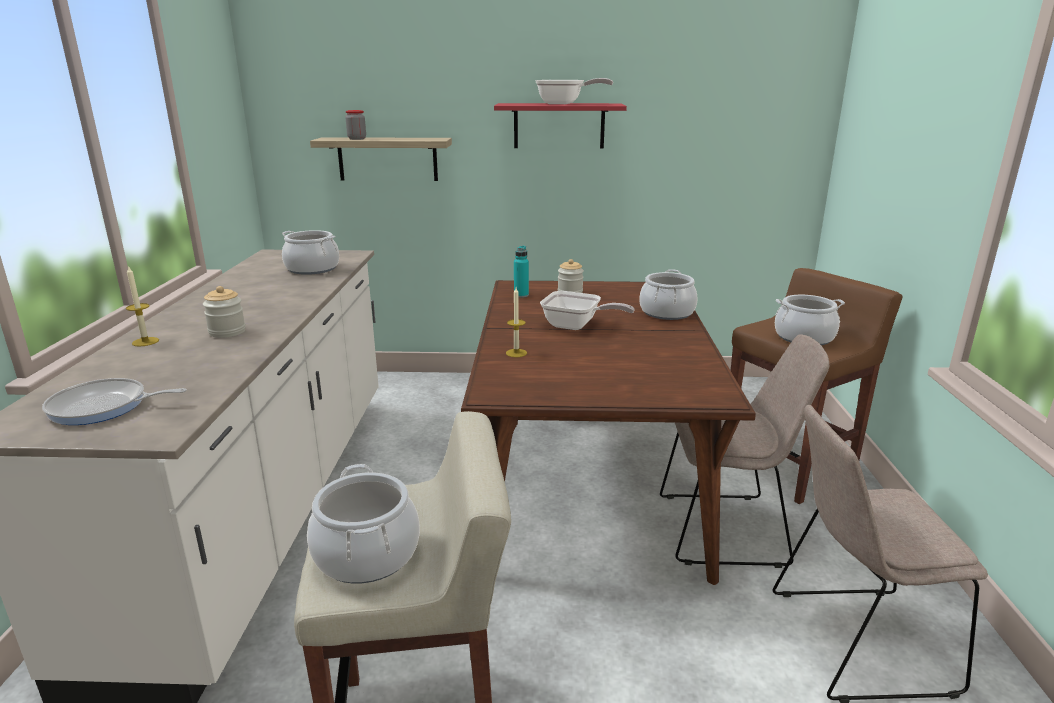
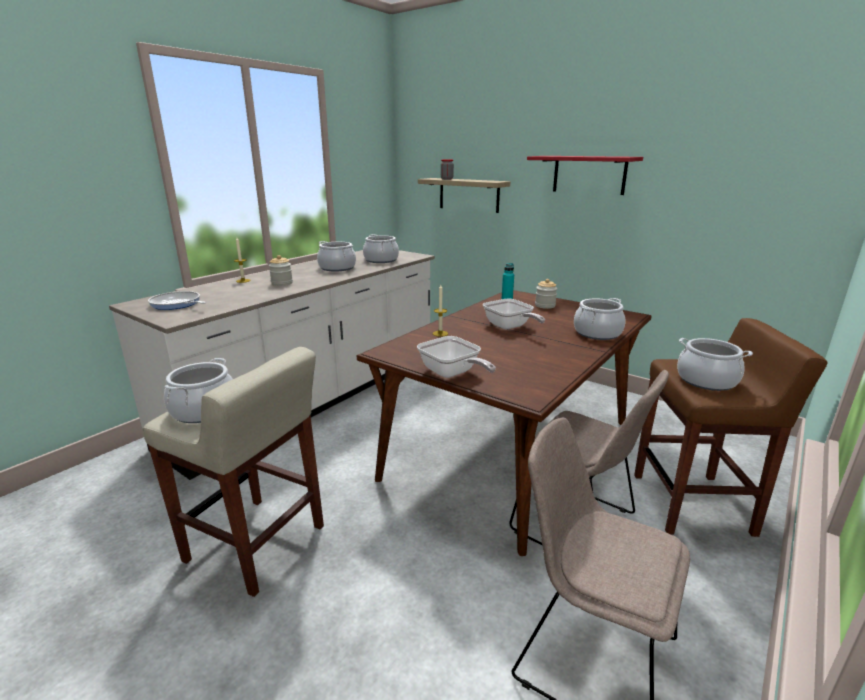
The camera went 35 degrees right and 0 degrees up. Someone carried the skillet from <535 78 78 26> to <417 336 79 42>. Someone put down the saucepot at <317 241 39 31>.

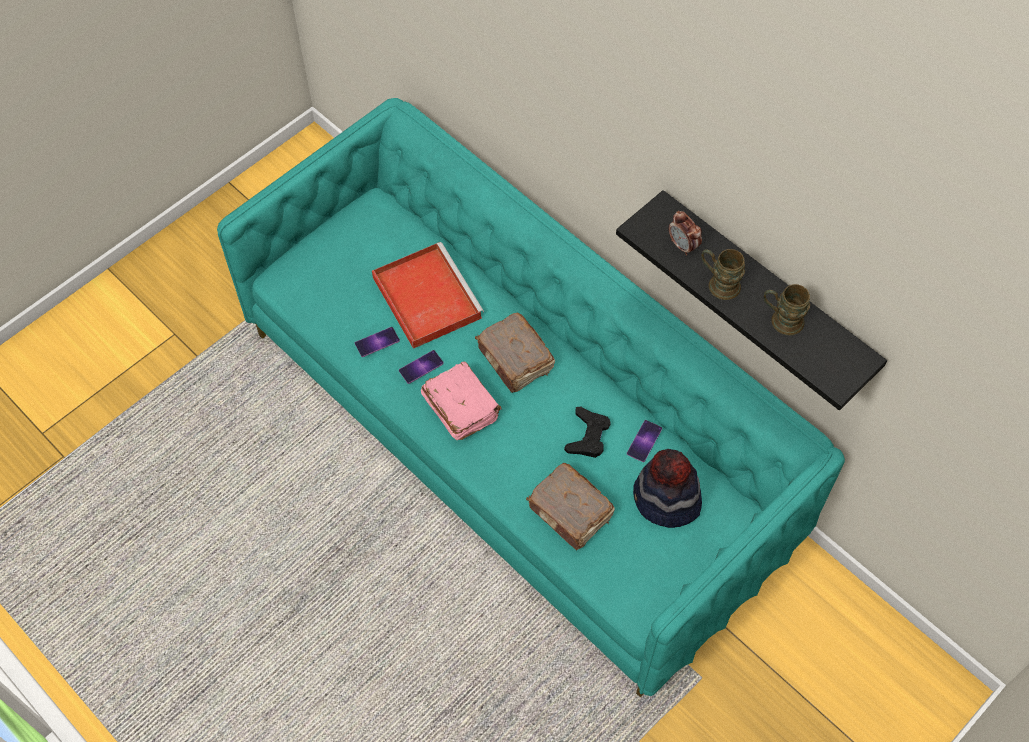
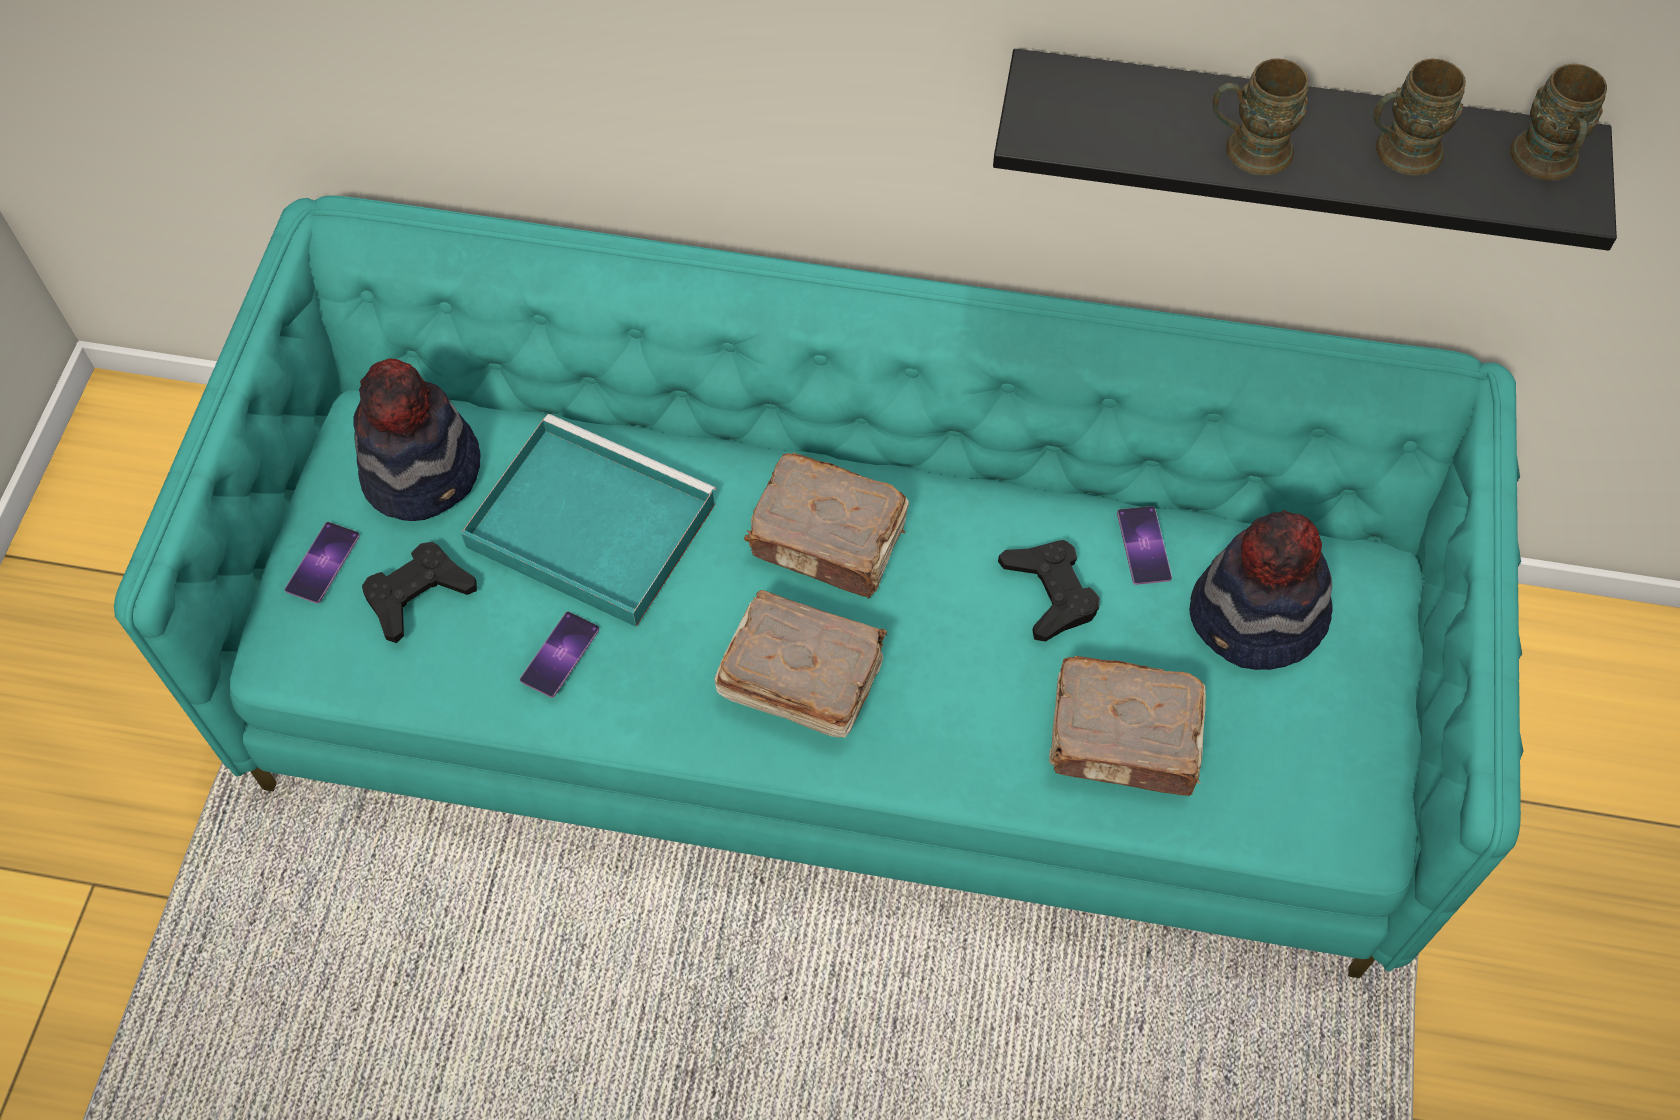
The camera went 35 degrees left and 0 degrees up. Someone repainted the tray in red at <372 242 112 107>, which became the tray in turquoise-coloured at <461 414 256 213>. Someone carried the handset from <399 350 45 34> to <285 522 75 82>. Someone repainted the book in pink at <421 362 81 78>, which became the book in brown at <714 590 173 148>. Someone took away the alarm clock at <669 211 33 45>. Someone put down the wearable hat at <353 358 128 163>. Someone put down the gamepad in blackish at <362 542 115 101>. Someone put down the tea mug in brown at <1510 64 97 117>.

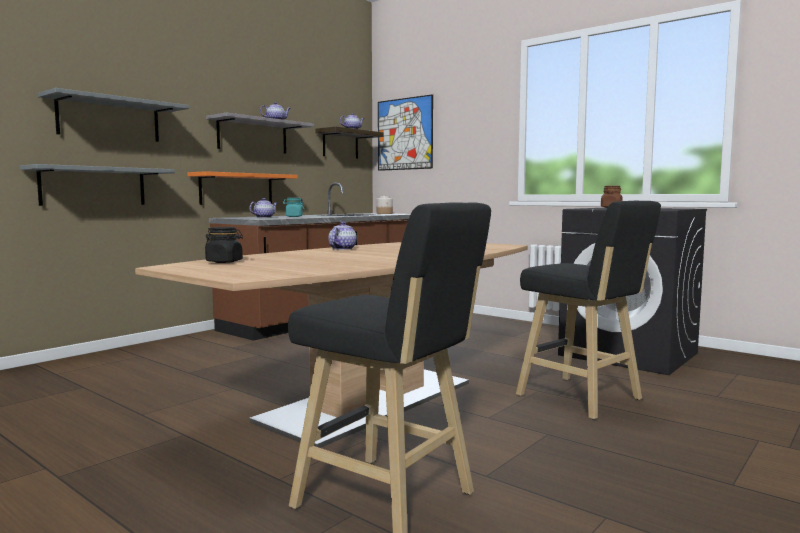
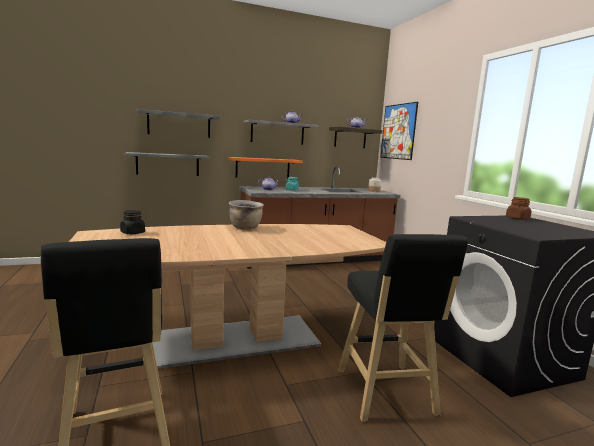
The camera went 30 degrees right and 5 degrees up. Someone swapped the tea pot at <328 221 29 29> for the saucepot in brown at <229 200 35 30>.

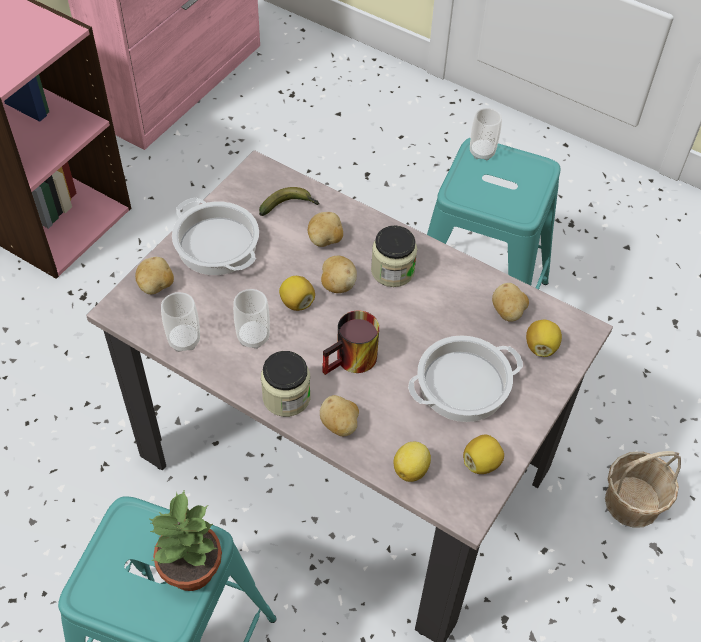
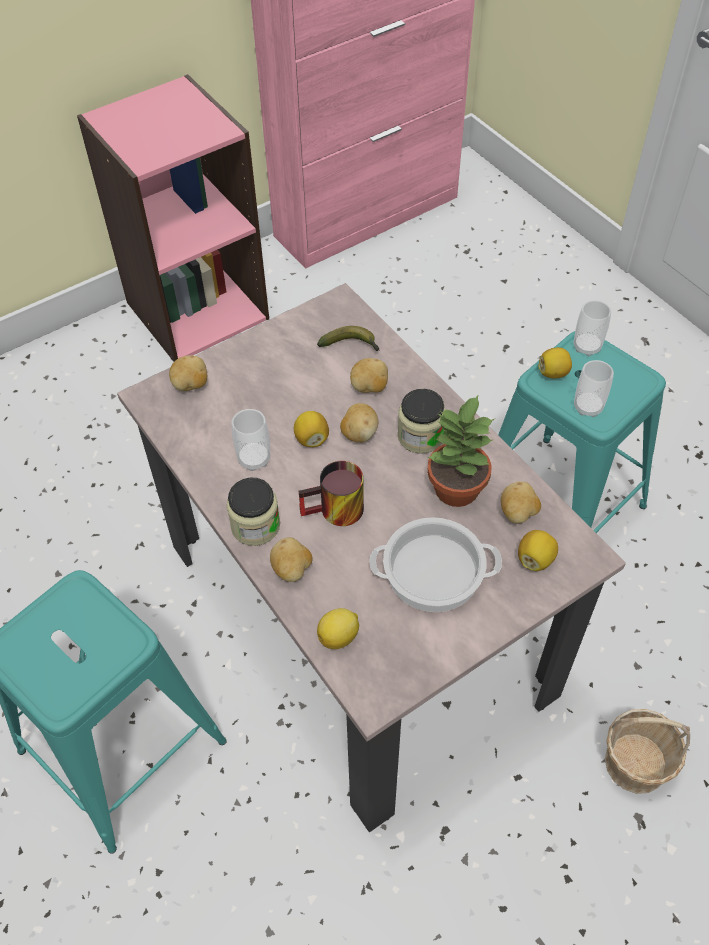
The camera went 25 degrees right and 0 degrees up. Someone carried the potted plant from <150 491 72 100> to <427 394 67 113>. Someone carried the cup from <161 292 39 60> to <574 360 40 57>. Someone took away the saucepot at <172 198 87 77>. Someone carried the whole lemon from <463 435 41 39> to <538 347 34 31>.

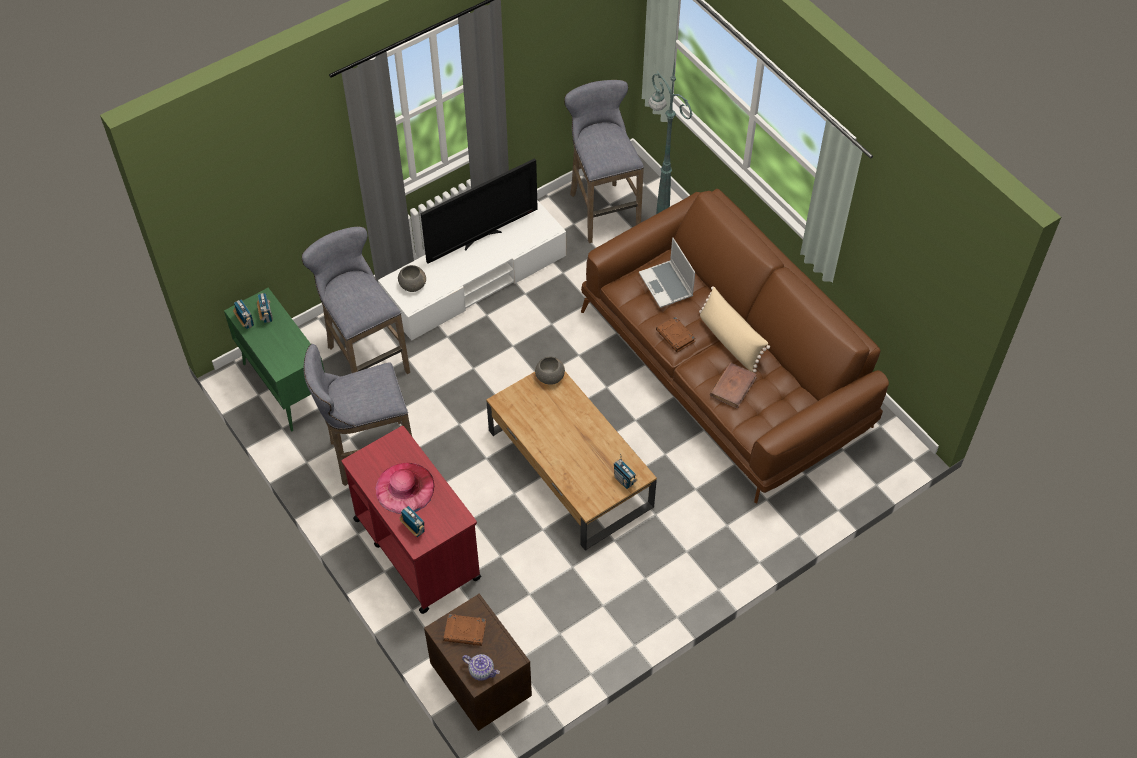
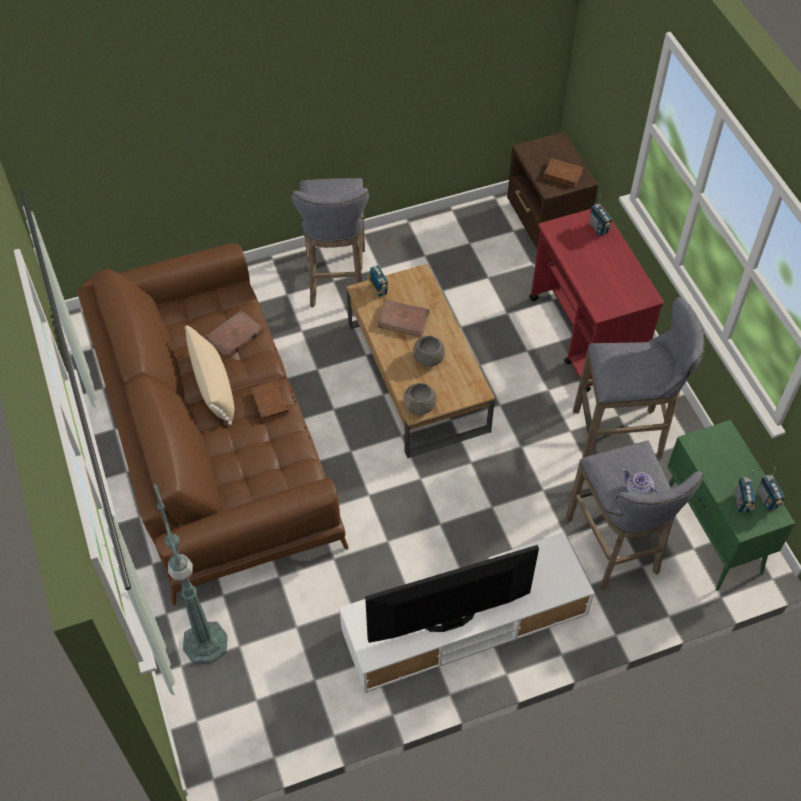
The camera went 165 degrees left and 0 degrees up. Someone took away the wearable hat in pink at <375 463 59 51>. Someone carried the serving bowl in greyish from <398 265 28 27> to <413 336 32 30>. Someone carried the tea pot from <462 654 38 27> to <622 468 37 27>. Someone carried the sitting stool in greyish from <564 80 80 163> to <291 178 78 129>. Someone took away the laptop at <639 237 56 71>. Someone put down the book in brown at <378 300 52 37>.

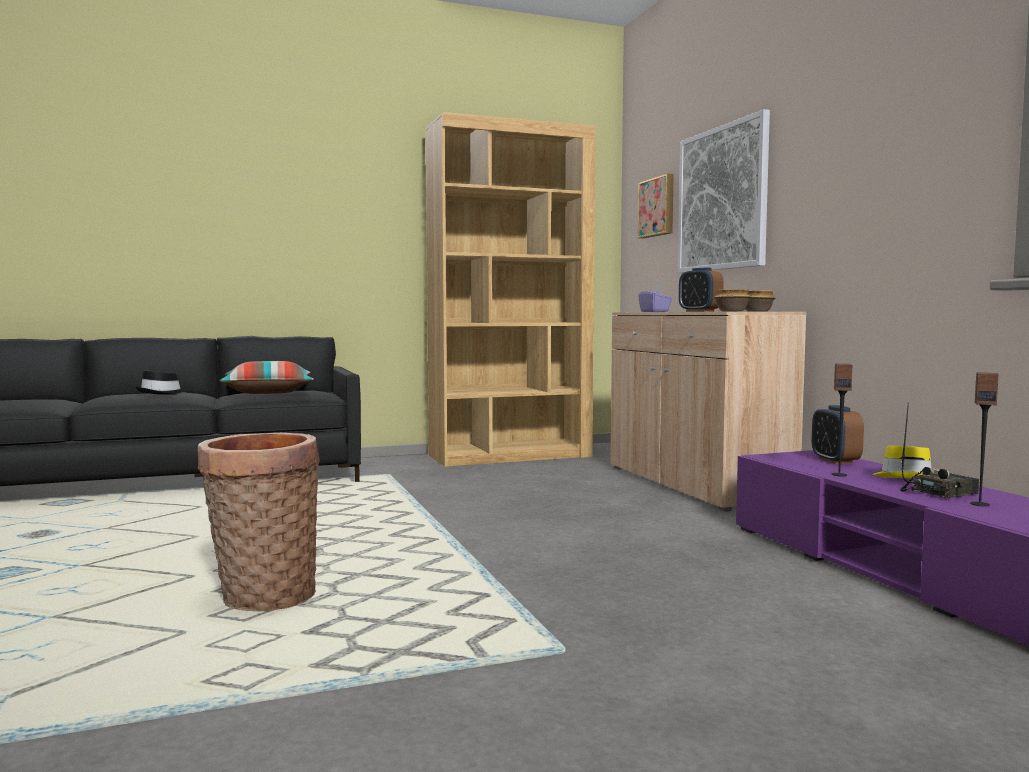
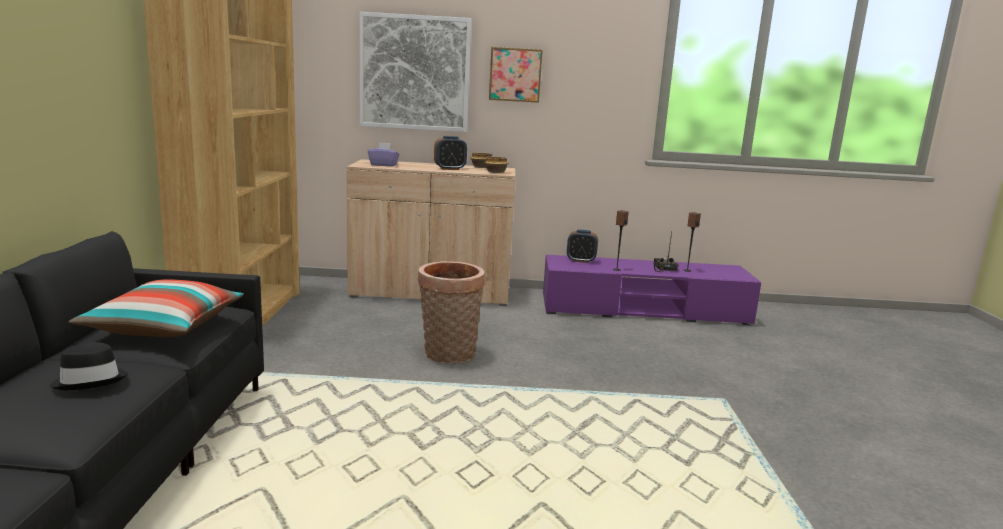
The camera went 70 degrees left and 10 degrees up. Someone carried the household basket from <198 433 122 179> to <418 261 67 103>. Someone carried the picture from <638 174 36 64> to <489 47 54 56>. Someone took away the wearable hat in yellow at <873 446 59 33>.

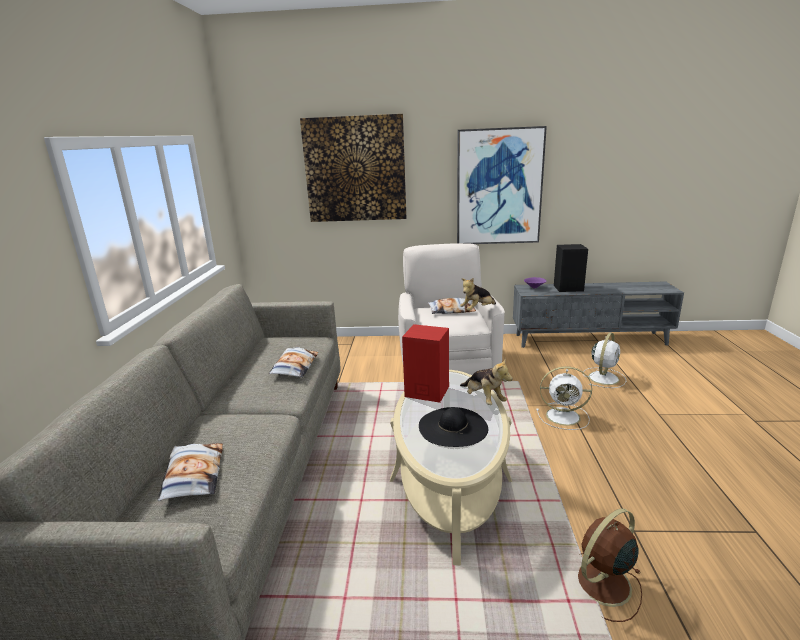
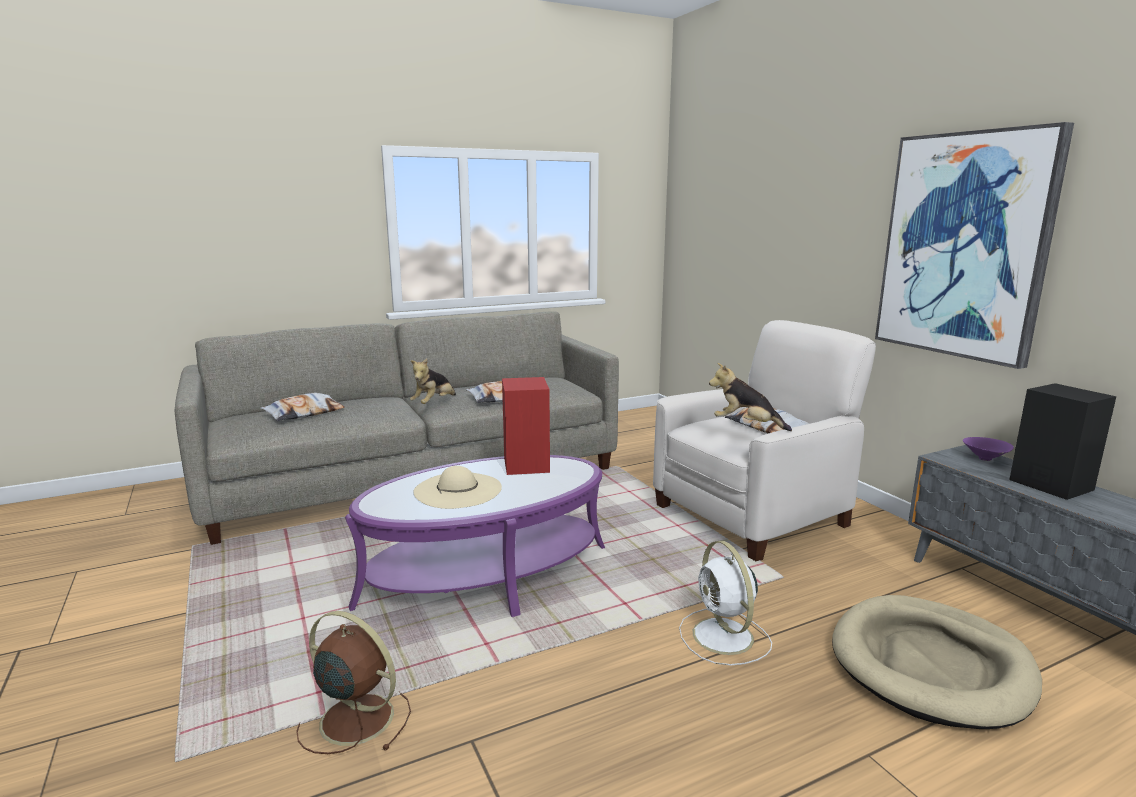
The camera went 60 degrees right and 5 degrees down. Someone took away the picture at <300 114 106 108>. Someone repainted the lounge table in beige-coloured at <390 370 122 195>, which became the lounge table in purplish at <345 455 260 162>. Someone repainted the wearable hat in blackish at <419 407 69 40>, which became the wearable hat in beige-coloured at <413 466 89 43>. Someone carried the plush toy from <460 358 53 47> to <410 359 46 45>. Someone swapped the fan in whitish at <583 332 43 56> for the dog bed in beige-coloured at <832 595 210 134>.

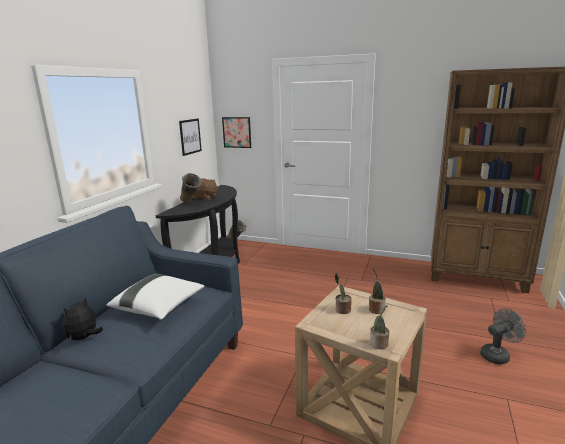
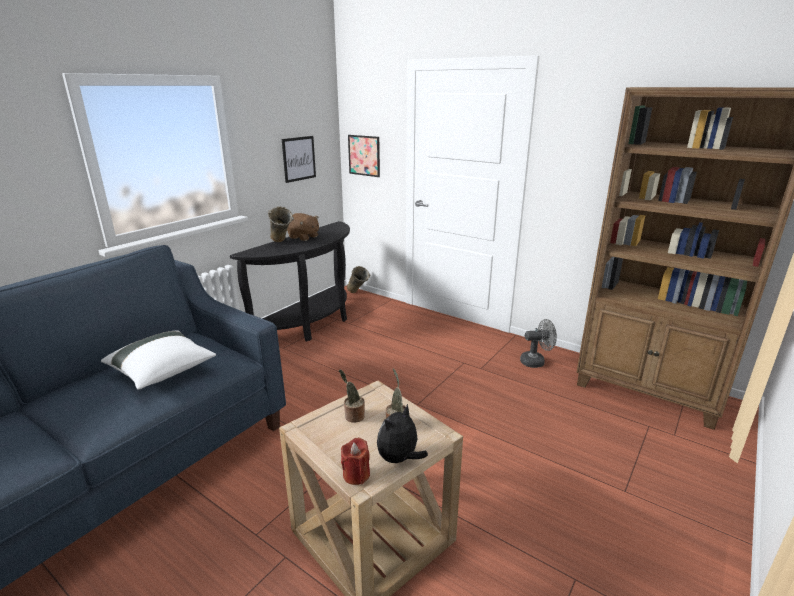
The camera went 15 degrees right and 5 degrees up. Someone carried the plush toy from <63 297 40 45> to <377 404 51 59>. Someone swapped the potted plant at <370 305 20 44> for the candle in red at <341 438 29 47>. Someone carried the fan in greyish from <480 308 46 57> to <520 319 37 49>.

